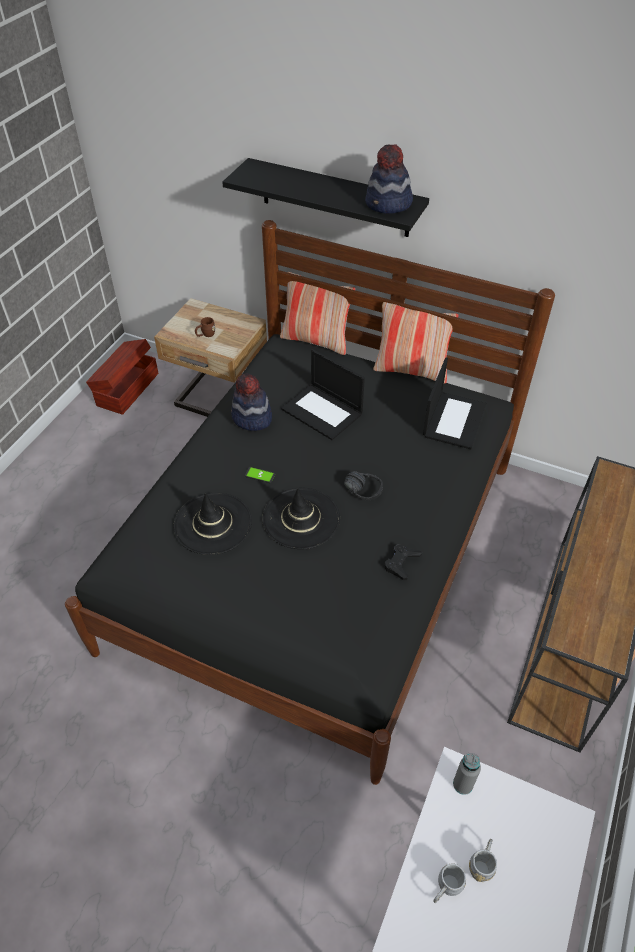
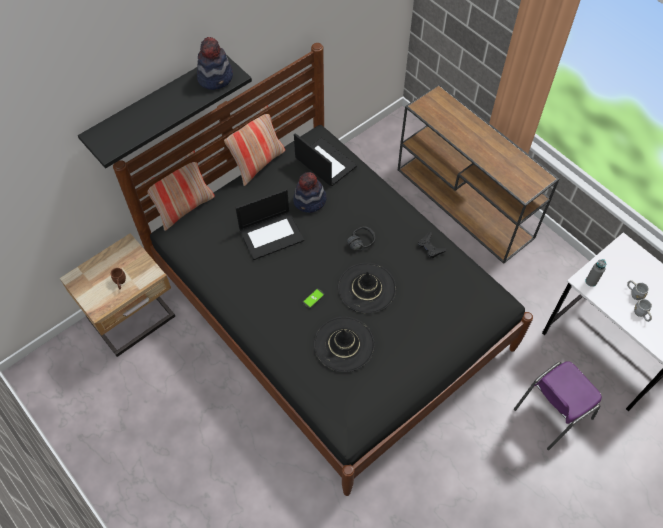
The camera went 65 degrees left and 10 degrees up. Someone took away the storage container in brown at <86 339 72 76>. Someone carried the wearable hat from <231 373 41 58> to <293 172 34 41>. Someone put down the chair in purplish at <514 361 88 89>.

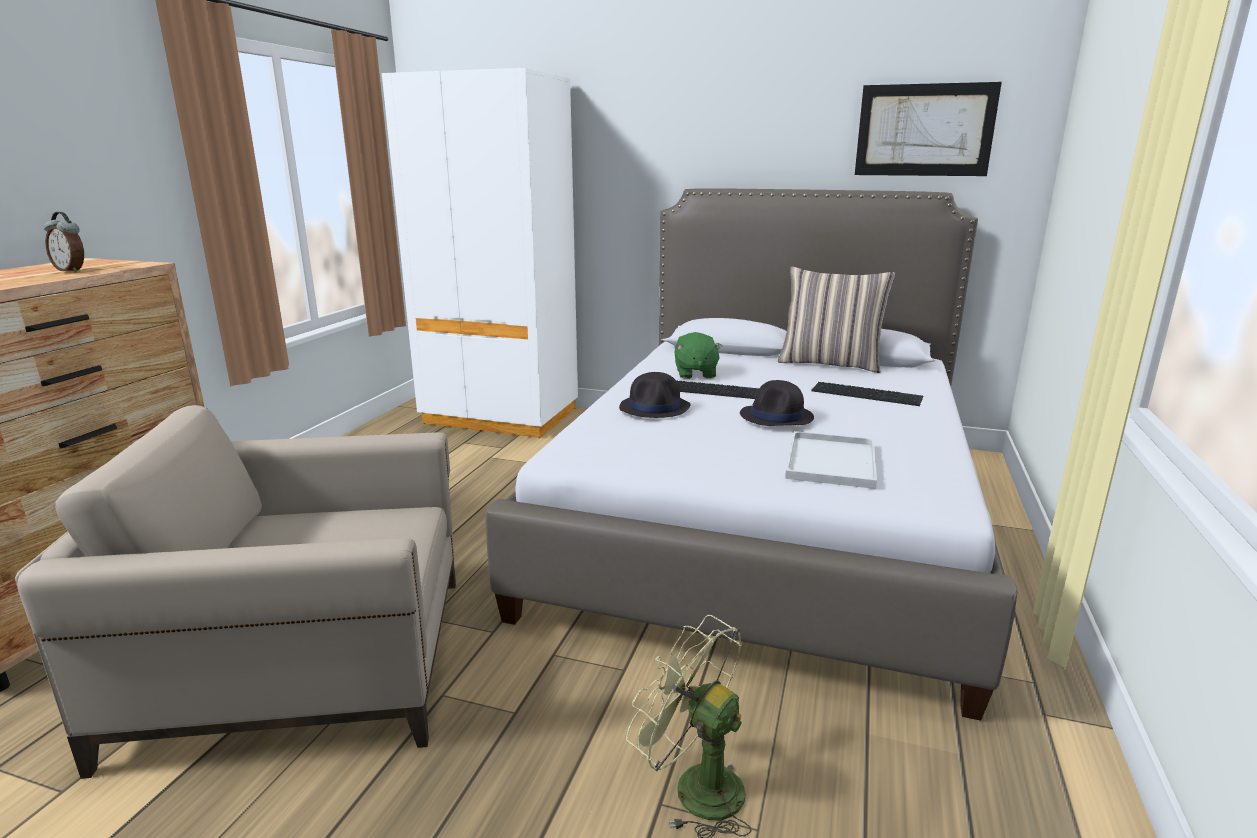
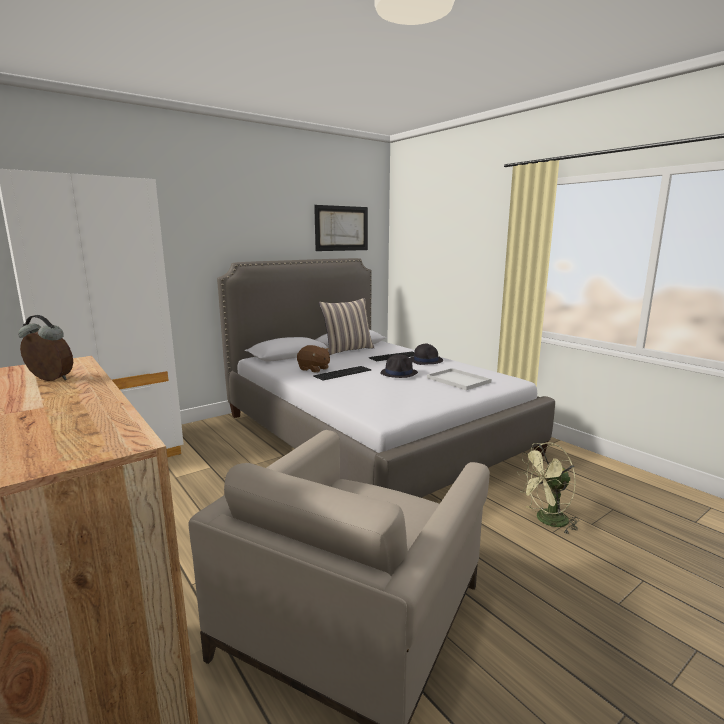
The camera went 55 degrees left and 5 degrees down. Someone rotated the alarm clock at <44 212 40 60> by 135 degrees counterclockwise. Someone carried the wearable hat in blackish from <619 372 72 46> to <410 344 33 21>. Someone repainted the plush toy in green-coloured at <675 332 47 47>, which became the plush toy in brown at <297 345 33 28>.

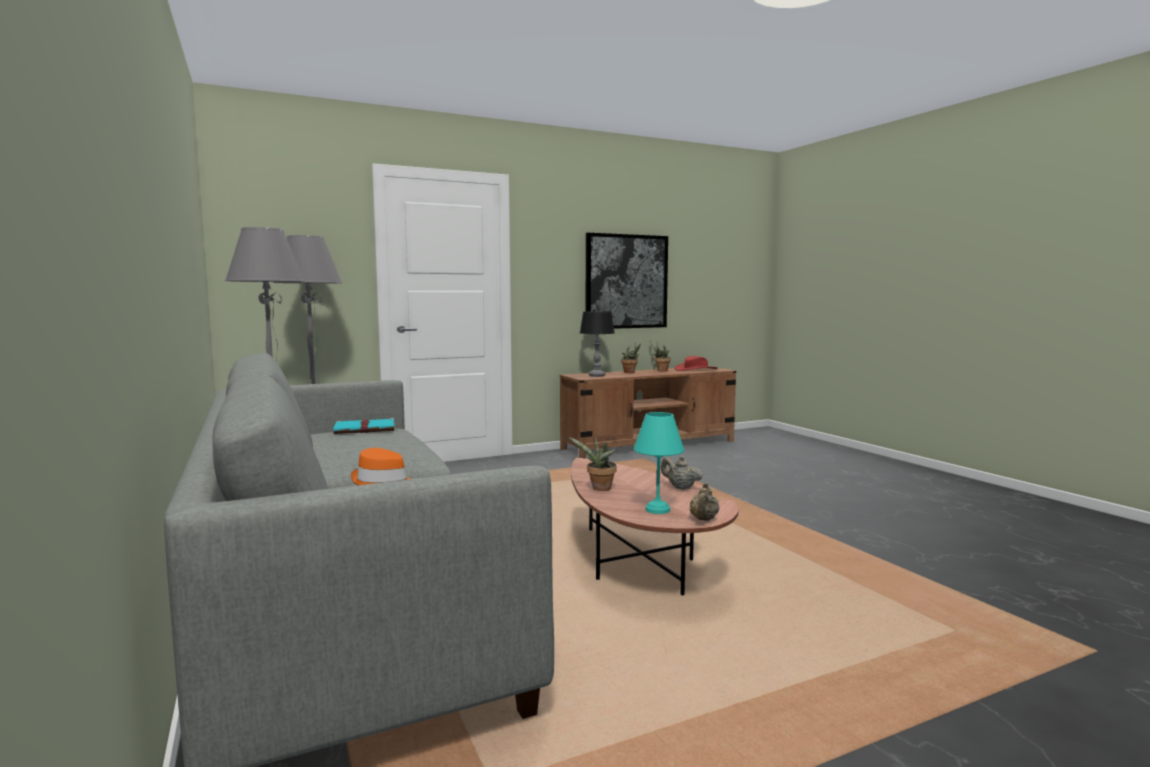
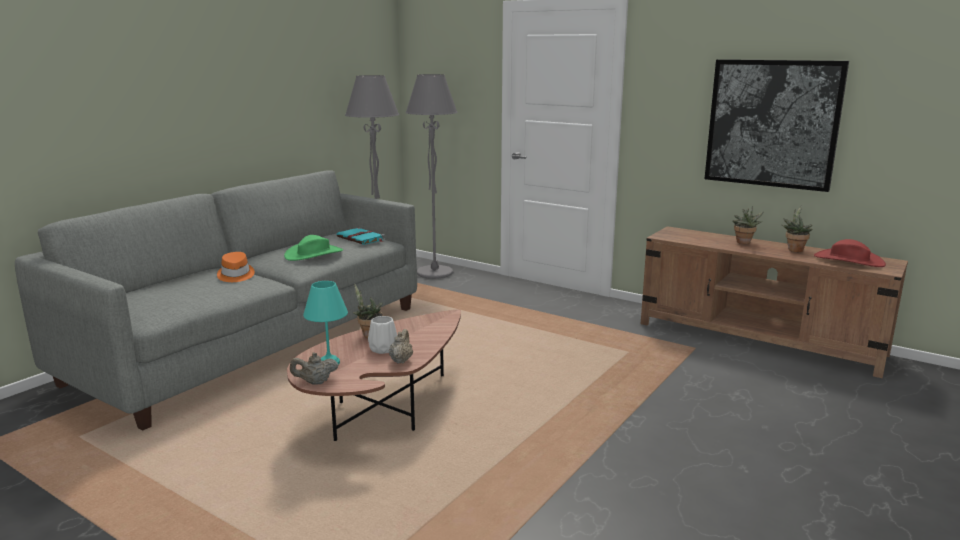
The camera went 60 degrees right and 10 degrees up. Someone took away the table lamp at <580 311 35 66>. Someone put down the wearable hat in green-coloured at <284 235 59 26>. Someone put down the flower vase in whitish at <368 316 29 38>.

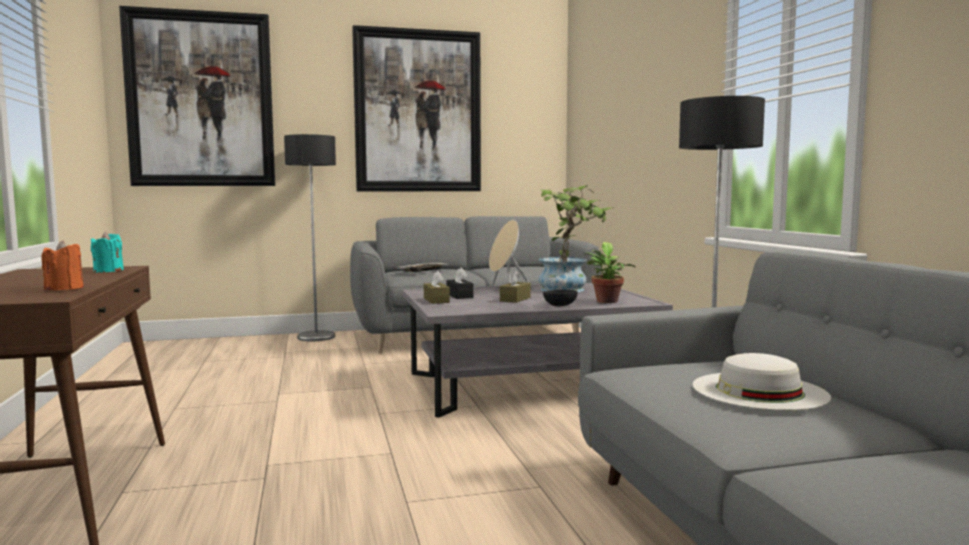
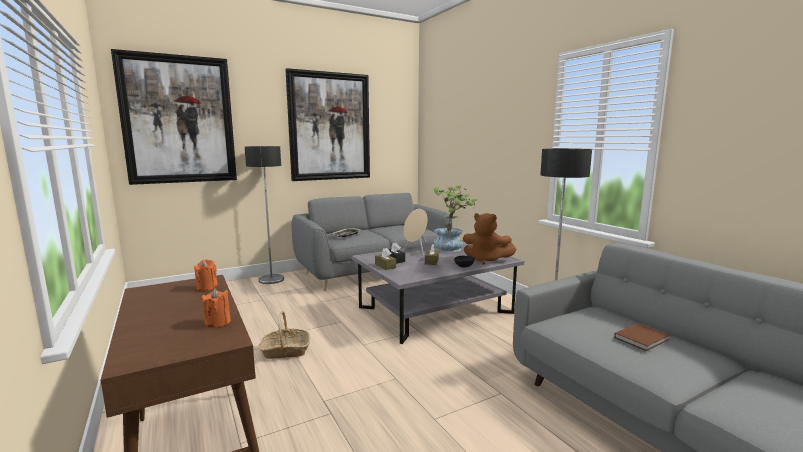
The camera went 15 degrees left and 5 degrees up. Someone repainted the candle in turquoise-coloured at <91 232 33 41>, which became the candle in orange-coloured at <194 260 24 31>. Someone swapped the potted plant at <584 242 52 61> for the plush toy in brown at <463 213 54 52>. Someone swapped the wearable hat in whitish at <693 353 138 58> for the book in brown at <614 323 56 28>. Someone put down the household basket at <259 311 51 48>.

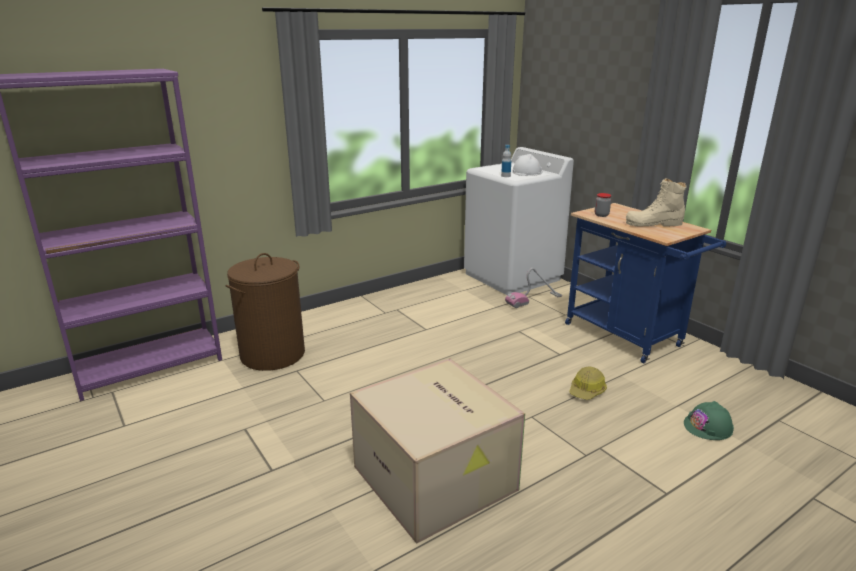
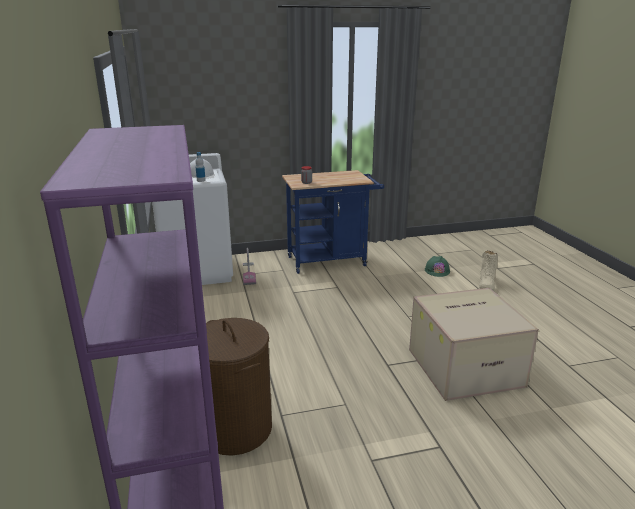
The camera went 70 degrees left and 0 degrees up. Someone took away the work helmet at <569 367 38 33>. Someone carried the high-top boot in beige-coloured from <626 178 60 49> to <479 250 19 41>.

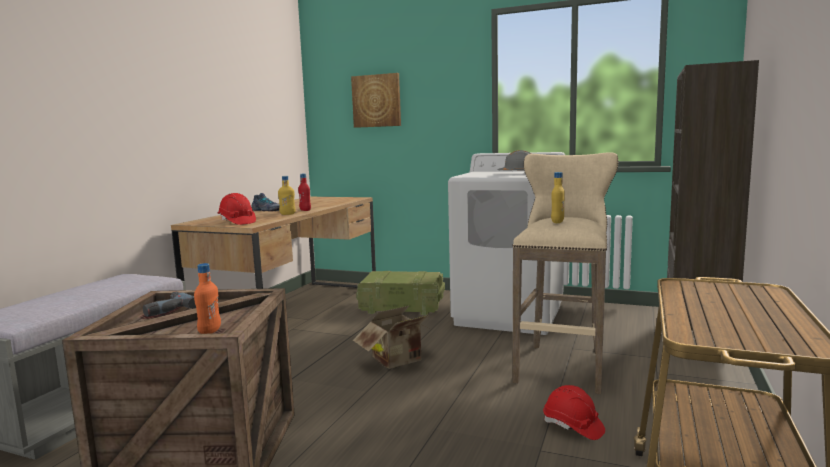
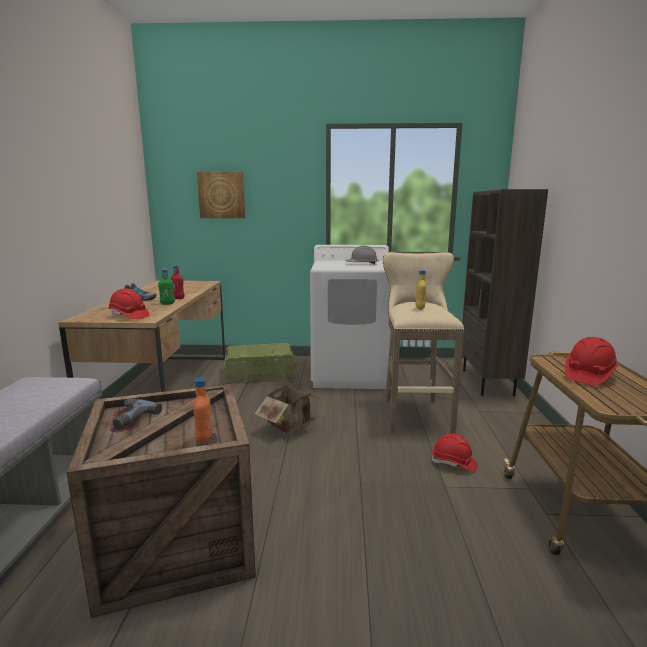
The camera went 20 degrees left and 5 degrees up. Someone repainted the bottle in yellow at <278 176 18 39>, which became the bottle in green-coloured at <158 269 17 36>. Someone put down the work helmet in red at <565 337 53 48>.

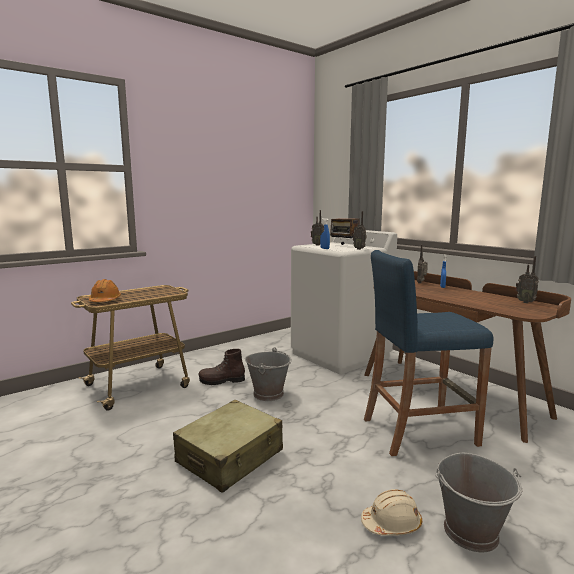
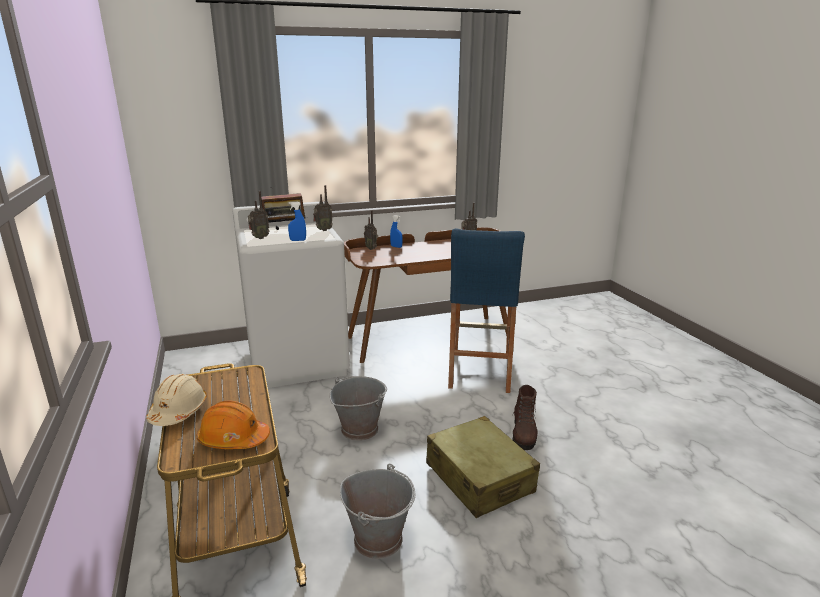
The camera went 70 degrees left and 10 degrees up. Someone carried the high-top boot in brown from <199 349 46 36> to <512 385 26 65>. Someone carried the work helmet in beige-coloured from <361 489 61 47> to <146 374 61 52>. Someone carried the water bucket in greyish from <435 453 87 99> to <340 464 75 95>.

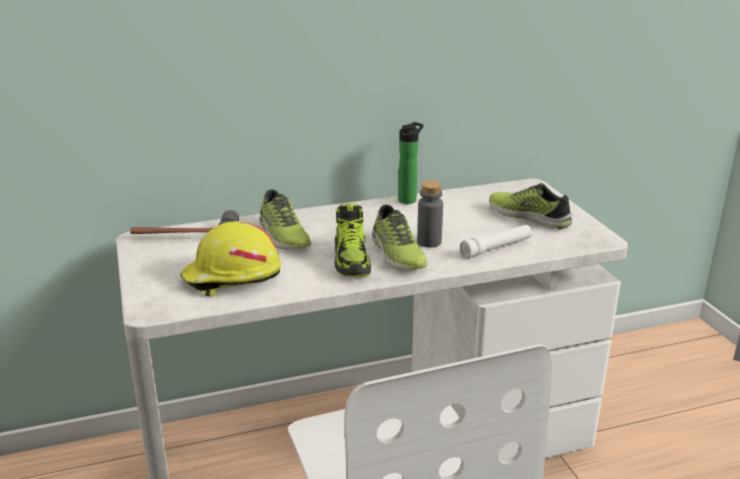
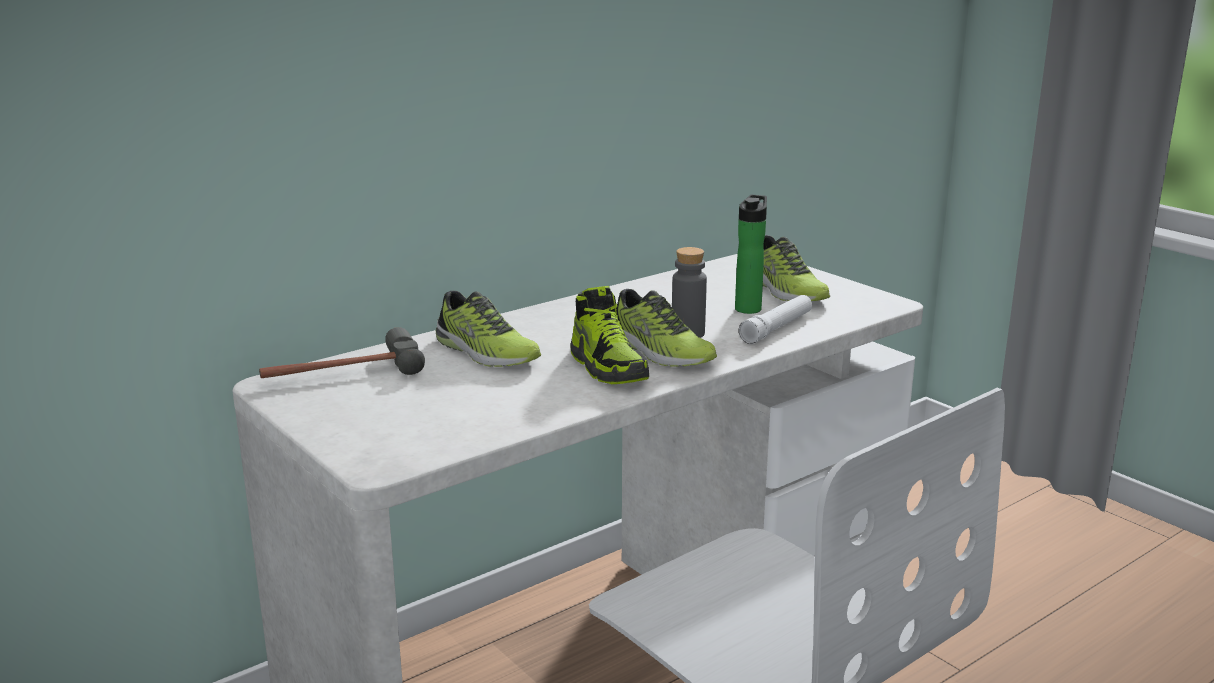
The camera went 20 degrees left and 5 degrees down. Someone took away the work helmet in yellow at <180 221 101 75>. Someone carried the bottle from <398 122 26 82> to <735 195 32 119>. Someone rotated the low shoe at <489 183 83 46> by 135 degrees counterclockwise.

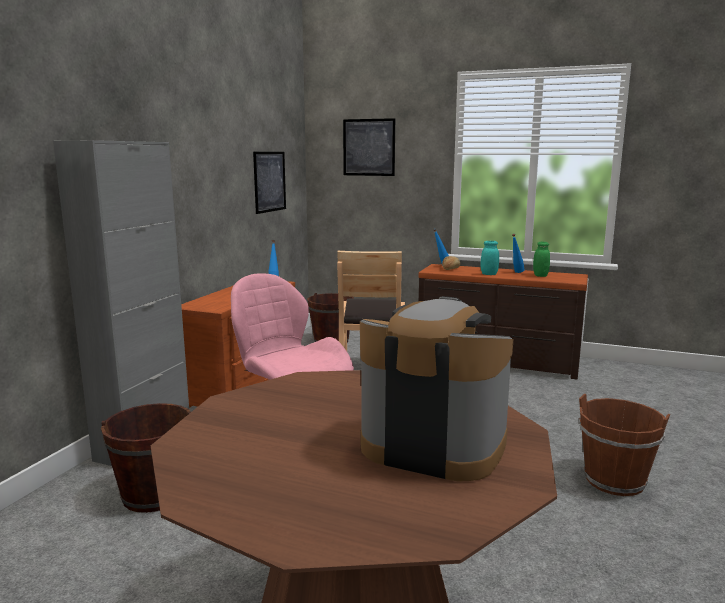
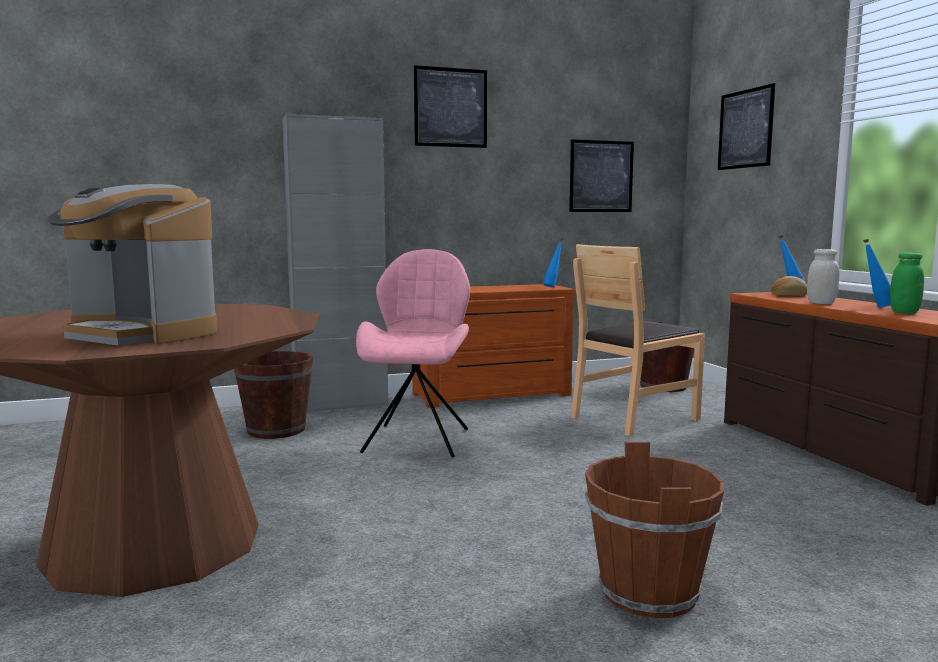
The camera went 50 degrees right and 5 degrees down. Someone rotated the coffee machine at <360 296 153 186> by 135 degrees clockwise. Someone repainted the jar in turquoise-coloured at <481 241 18 34>, which became the jar in whitish at <807 249 33 55>. Someone put up the picture at <414 65 73 83>.

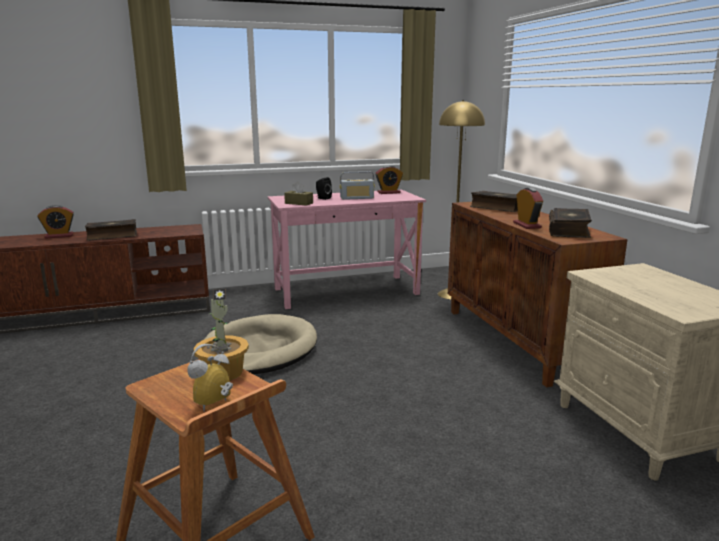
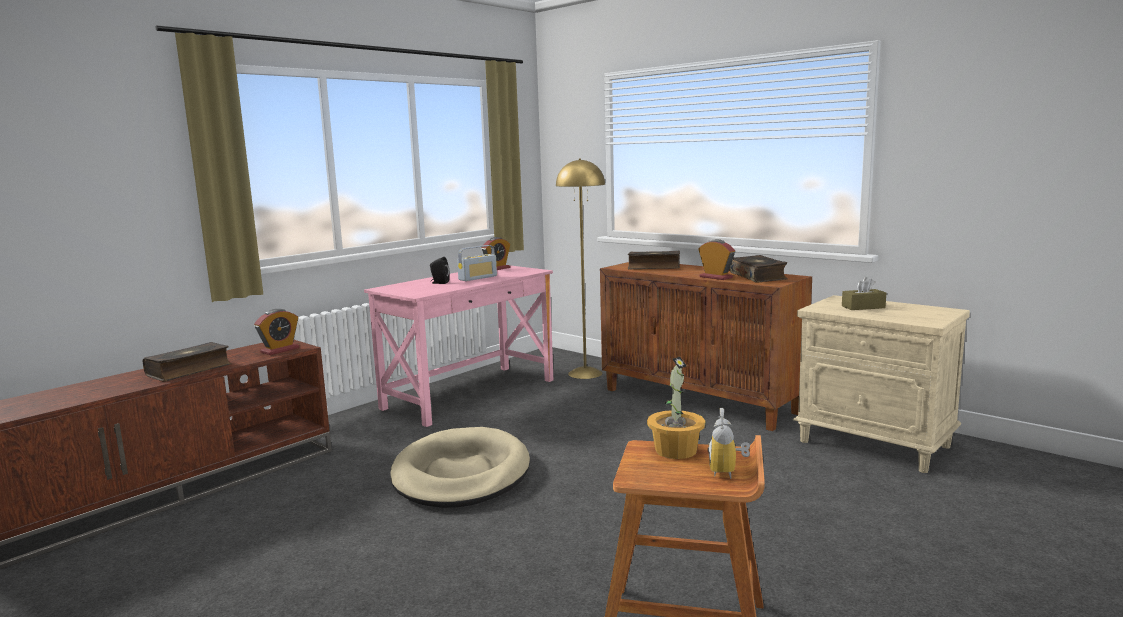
The camera went 30 degrees left and 5 degrees down. Someone carried the alarm clock from <37 205 37 34> to <254 309 45 46>. Someone carried the tissue box in brown from <284 182 29 24> to <842 277 44 33>.

